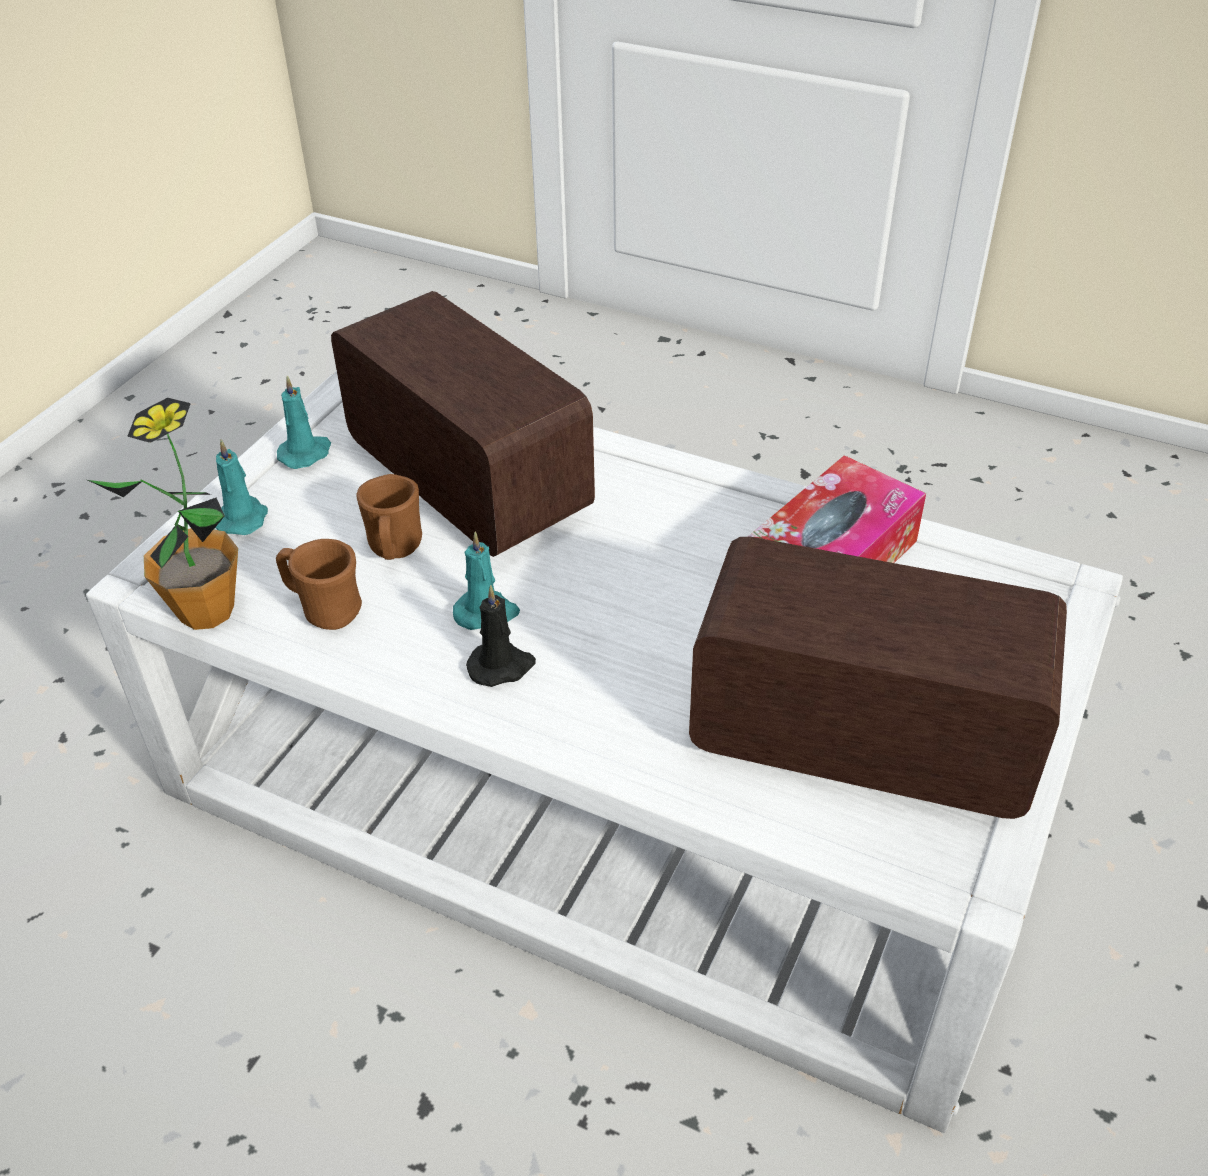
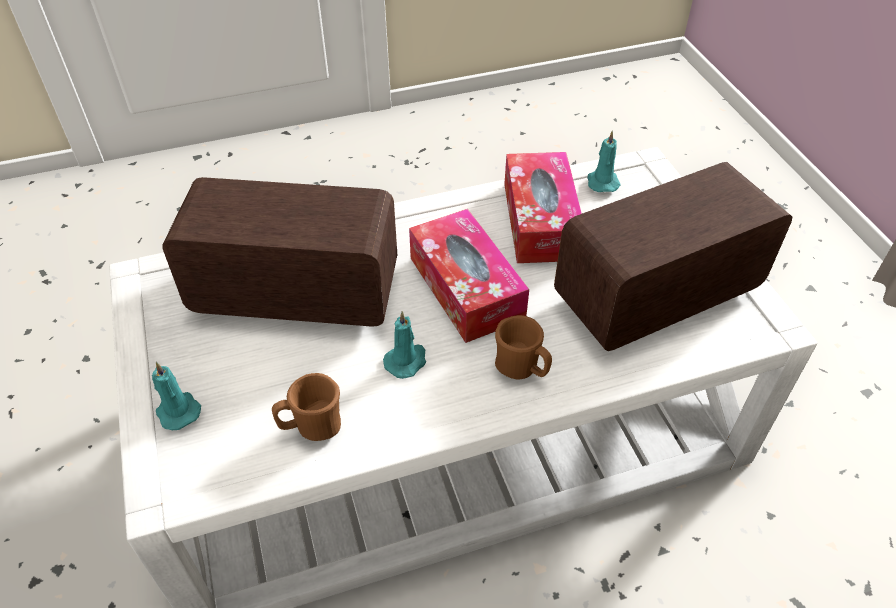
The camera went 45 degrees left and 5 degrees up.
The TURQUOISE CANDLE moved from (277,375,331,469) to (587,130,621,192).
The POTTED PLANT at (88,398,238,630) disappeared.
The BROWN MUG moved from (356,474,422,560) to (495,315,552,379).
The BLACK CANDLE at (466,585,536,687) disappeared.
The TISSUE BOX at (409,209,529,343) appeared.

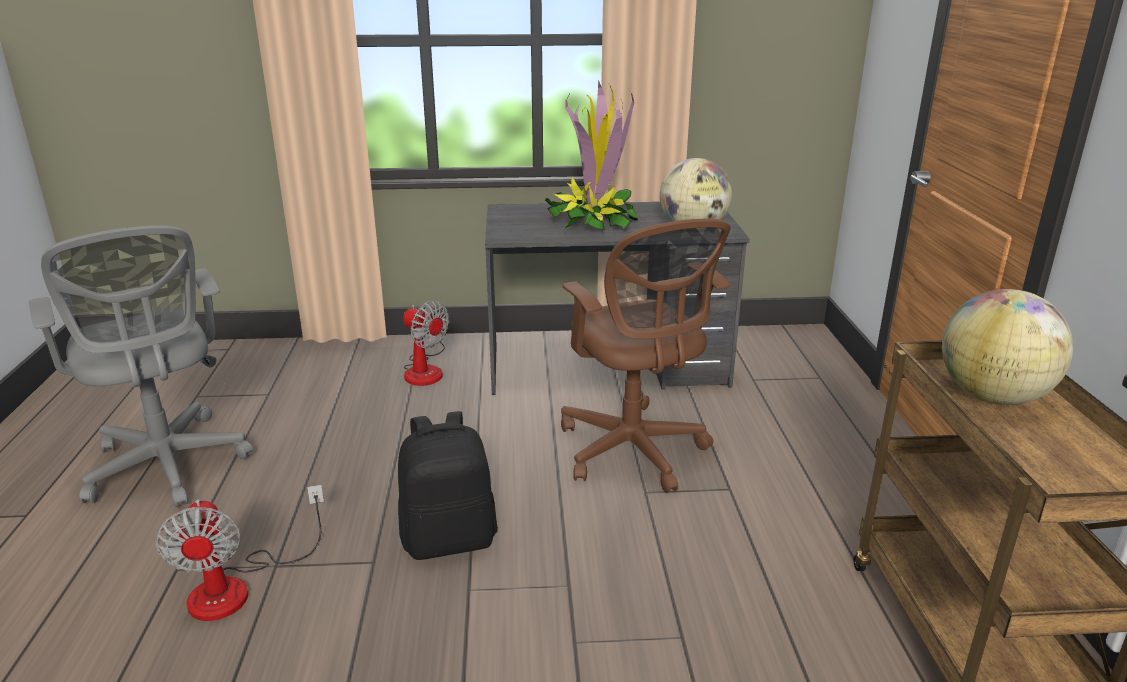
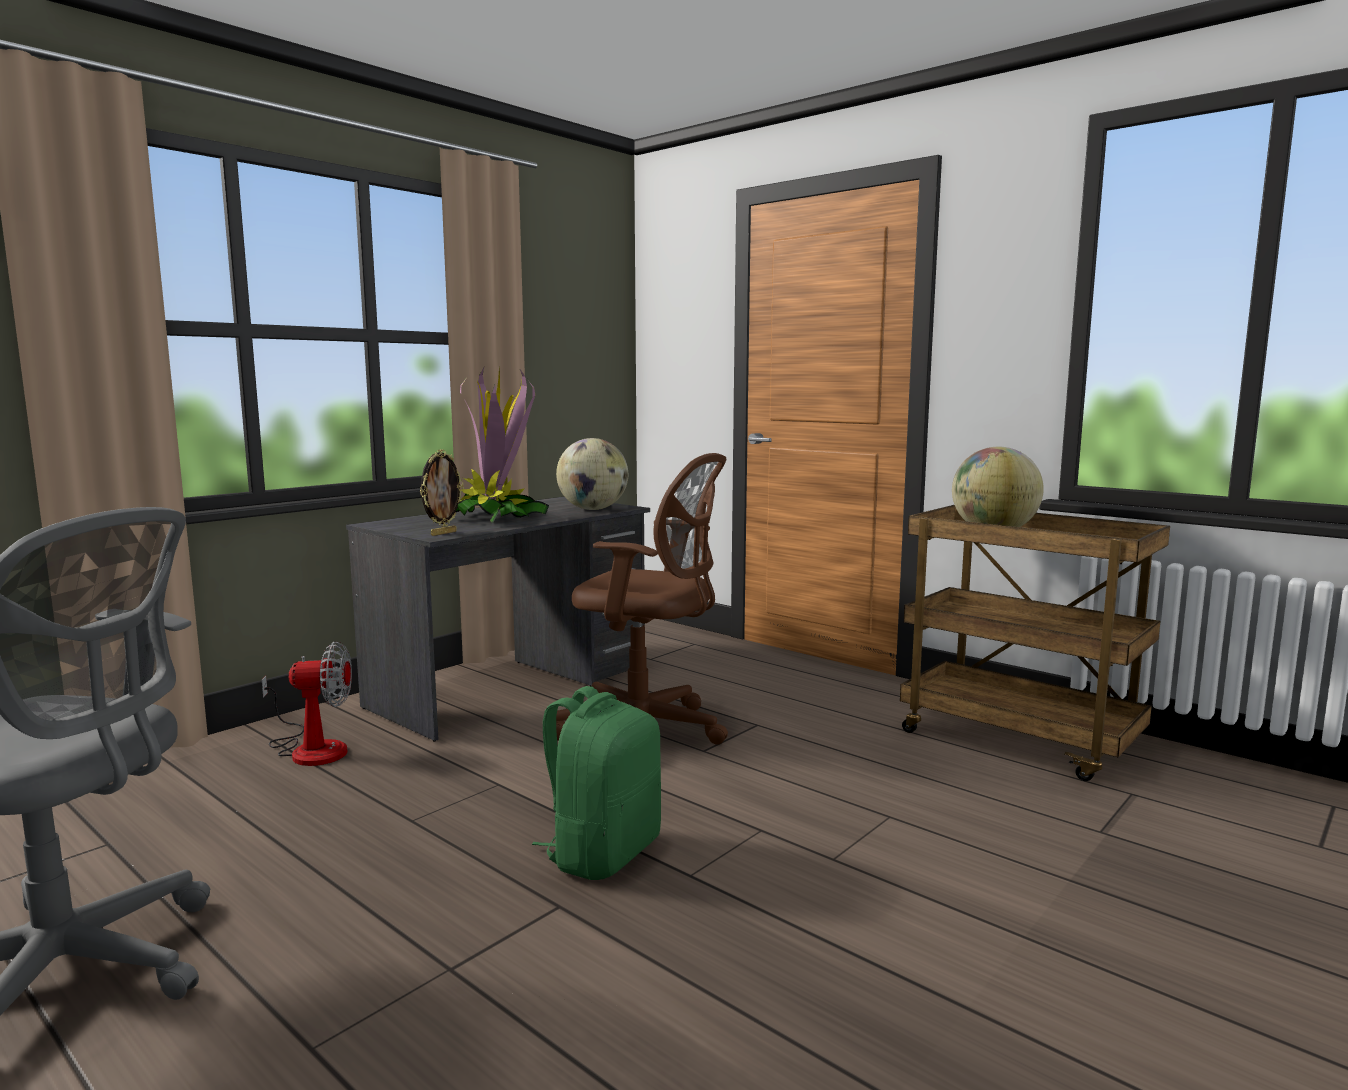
The camera went 45 degrees left and 15 degrees down.
The BLACK BACKPACK at (398,411,498,560) became the GREEN BACKPACK at (532,686,661,880).
The FAN at (156,485,324,621) disappeared.
The PICTURE FRAME at (420,449,464,536) appeared.

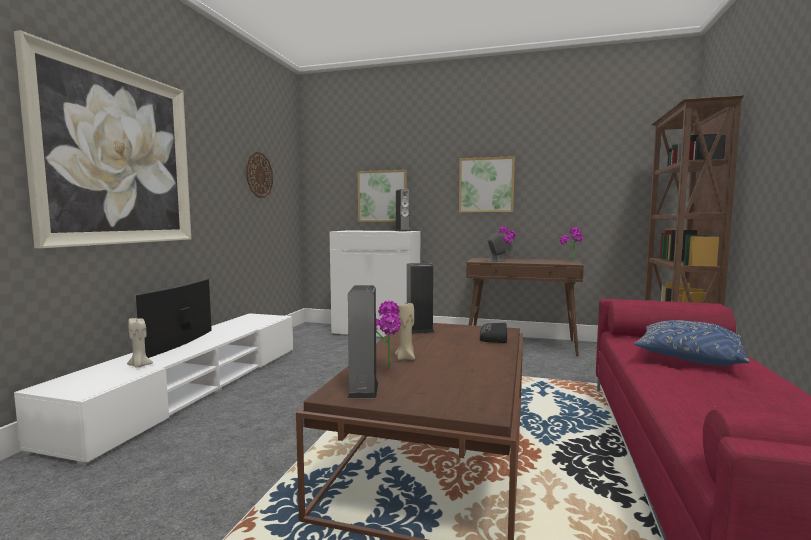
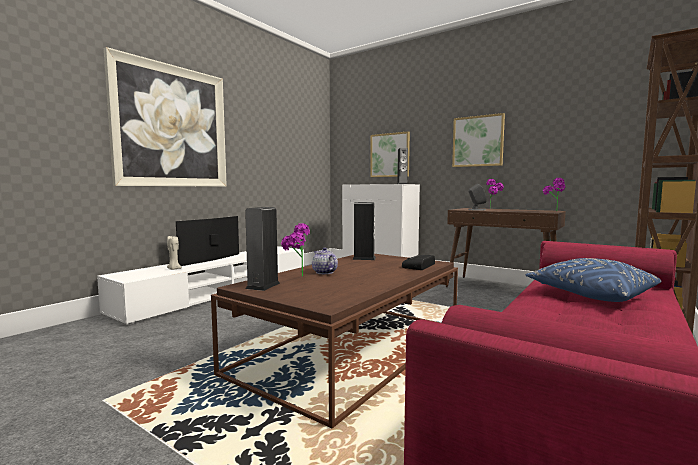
The camera went 20 degrees right and 0 degrees up.
The WALL CLOCK at (246,152,273,198) disappeared.
The BEIGE CANDLE at (395,302,415,360) was replaced by the TEAPOT at (312,247,338,274).

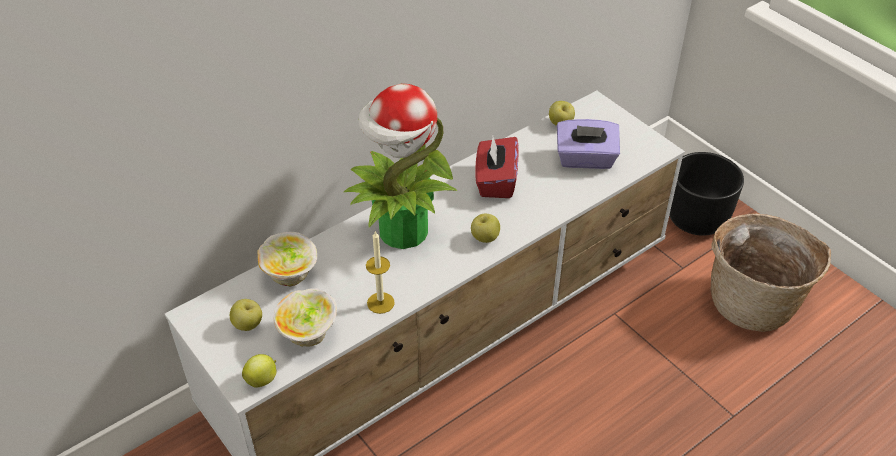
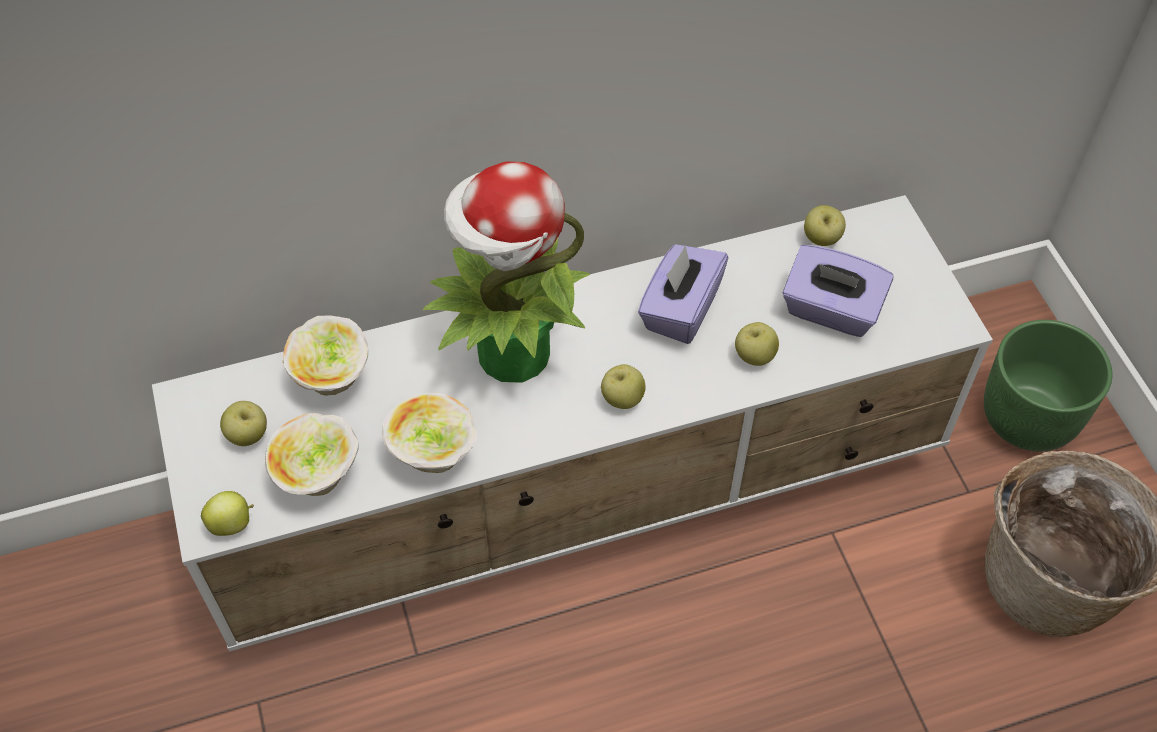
The camera went 20 degrees right and 10 degrees up.
The RED TISSUE BOX at (475,136,518,198) became the PURPLE TISSUE BOX at (638,244,728,344).
The BLACK PLANTER at (669,152,744,236) became the GREEN PLANTER at (984,320,1112,452).
The CANDLE at (366,230,395,314) was replaced by the BOWL at (382,393,477,473).
The APPLE at (735,322,779,366) appeared.

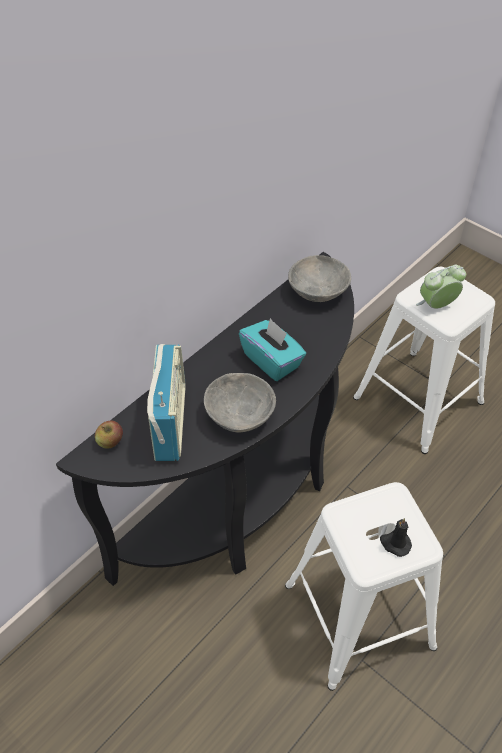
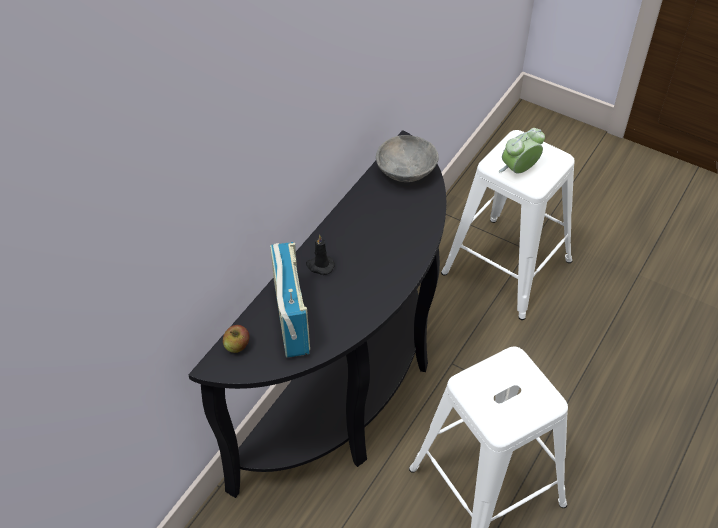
The camera went 10 degrees left and 0 degrees up.
The TURQUOISE TISSUE BOX at (239,318,306,381) disappeared.
The GREY BOWL at (204,373,276,432) disappeared.
The BLACK CANDLE moved from (380,518,412,557) to (306,235,335,275).

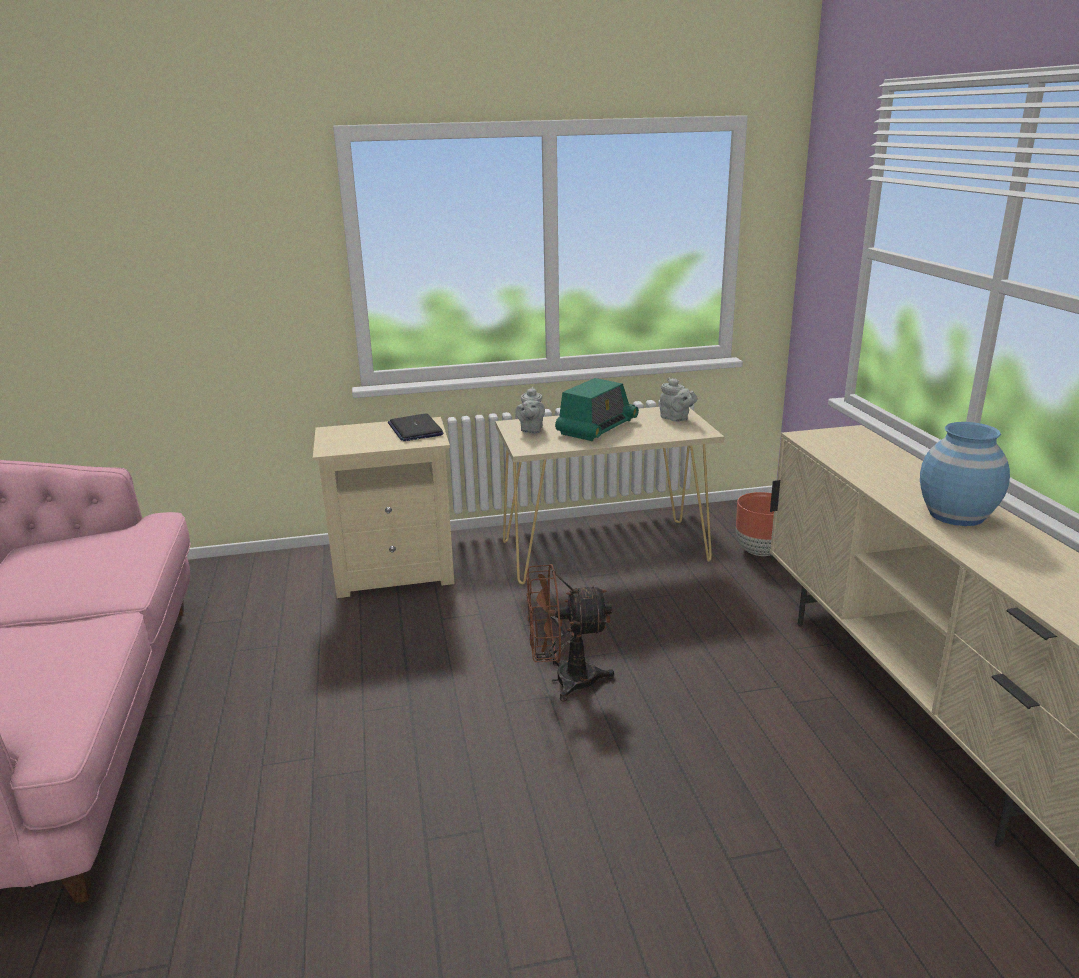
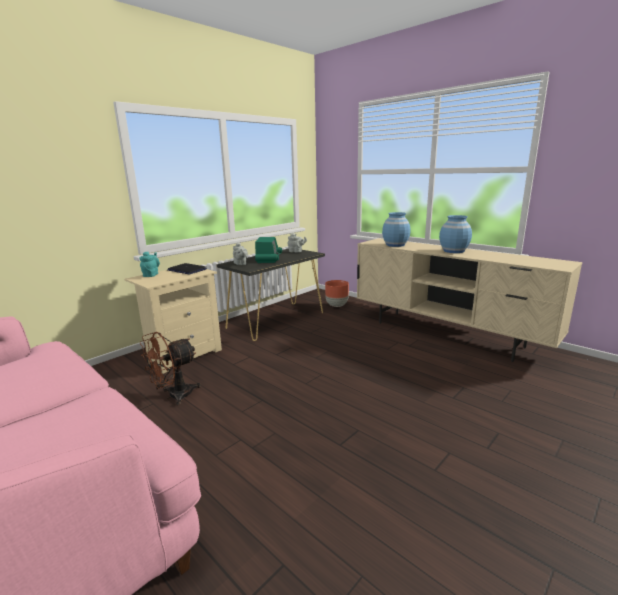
The camera went 35 degrees left and 5 degrees down.
The BEIGE CONSOLE TABLE at (495,407,724,584) became the BLACK CONSOLE TABLE at (216,249,325,341).
The BROWN FAN moved from (526,564,614,701) to (140,332,201,406).
The BLUE VASE at (382,212,411,247) appeared.
The TURQUOISE TEAPOT at (139,252,160,277) appeared.

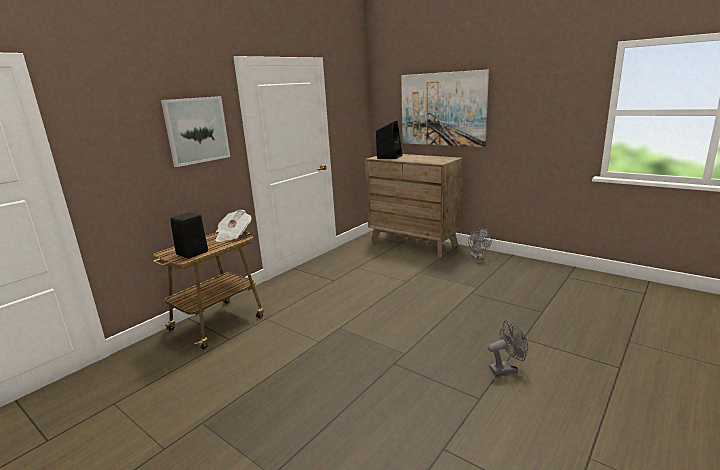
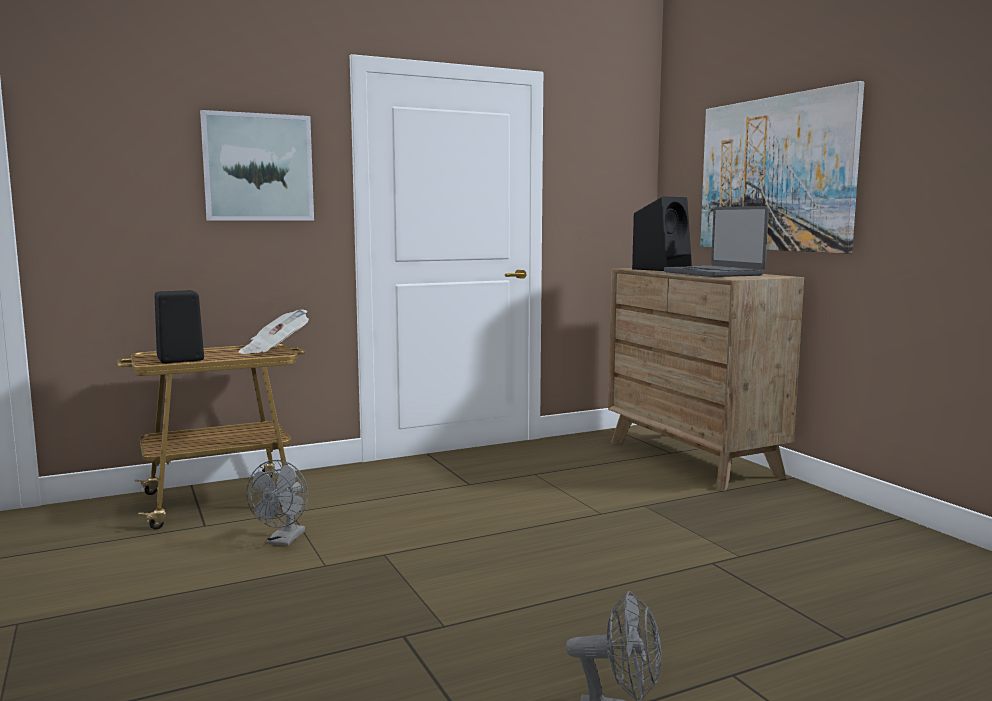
The camera went 25 degrees right and 10 degrees down.
The GREY FAN moved from (468,228,492,260) to (246,460,308,546).
The LAPTOP at (664,206,769,277) appeared.

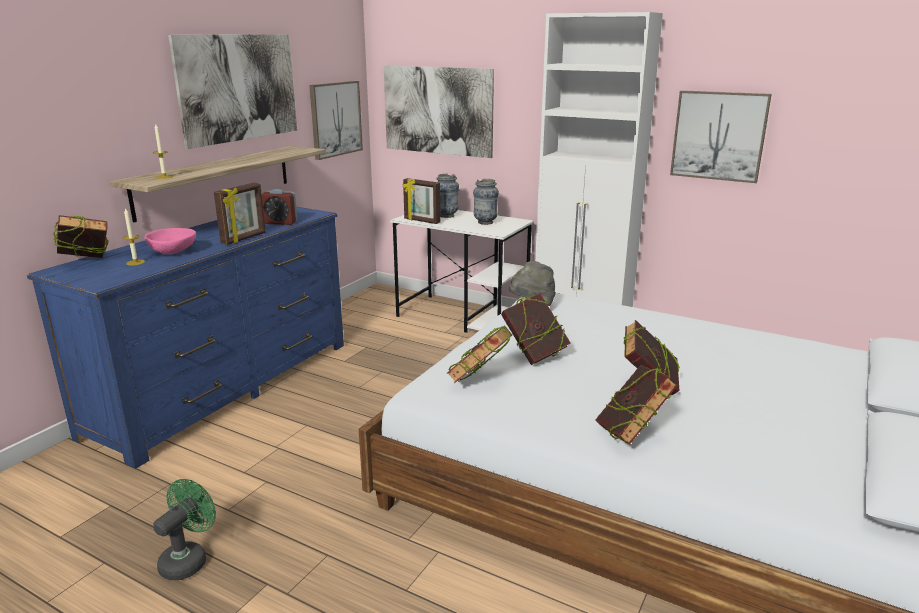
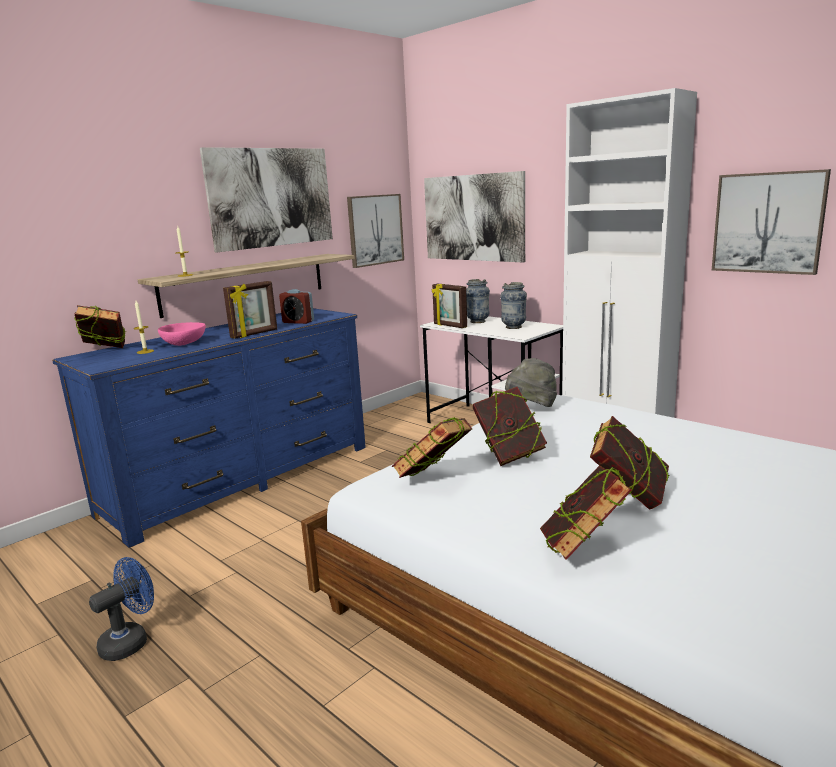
The camera went 15 degrees right and 5 degrees down.
The GREEN FAN at (153,479,216,580) became the BLUE FAN at (89,557,154,661).

